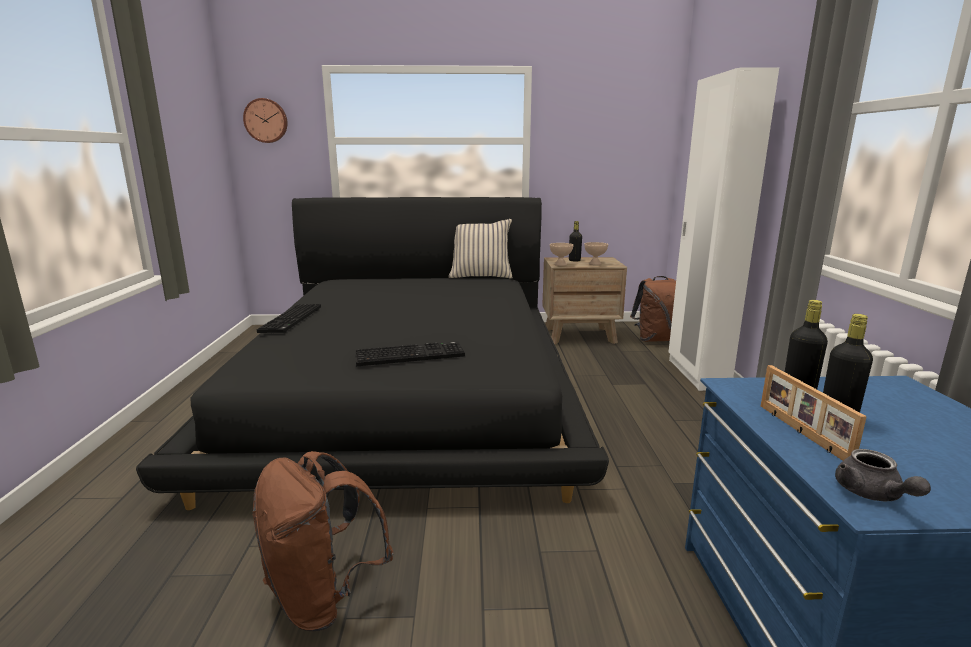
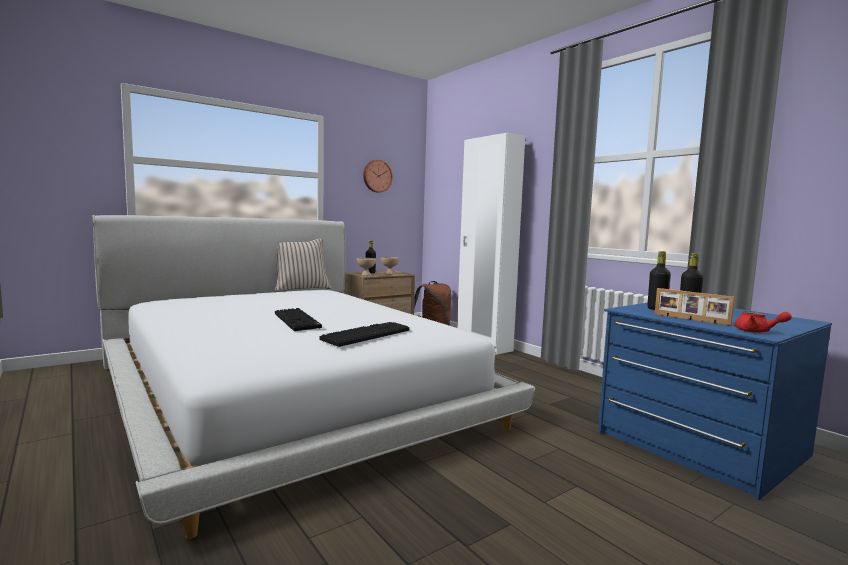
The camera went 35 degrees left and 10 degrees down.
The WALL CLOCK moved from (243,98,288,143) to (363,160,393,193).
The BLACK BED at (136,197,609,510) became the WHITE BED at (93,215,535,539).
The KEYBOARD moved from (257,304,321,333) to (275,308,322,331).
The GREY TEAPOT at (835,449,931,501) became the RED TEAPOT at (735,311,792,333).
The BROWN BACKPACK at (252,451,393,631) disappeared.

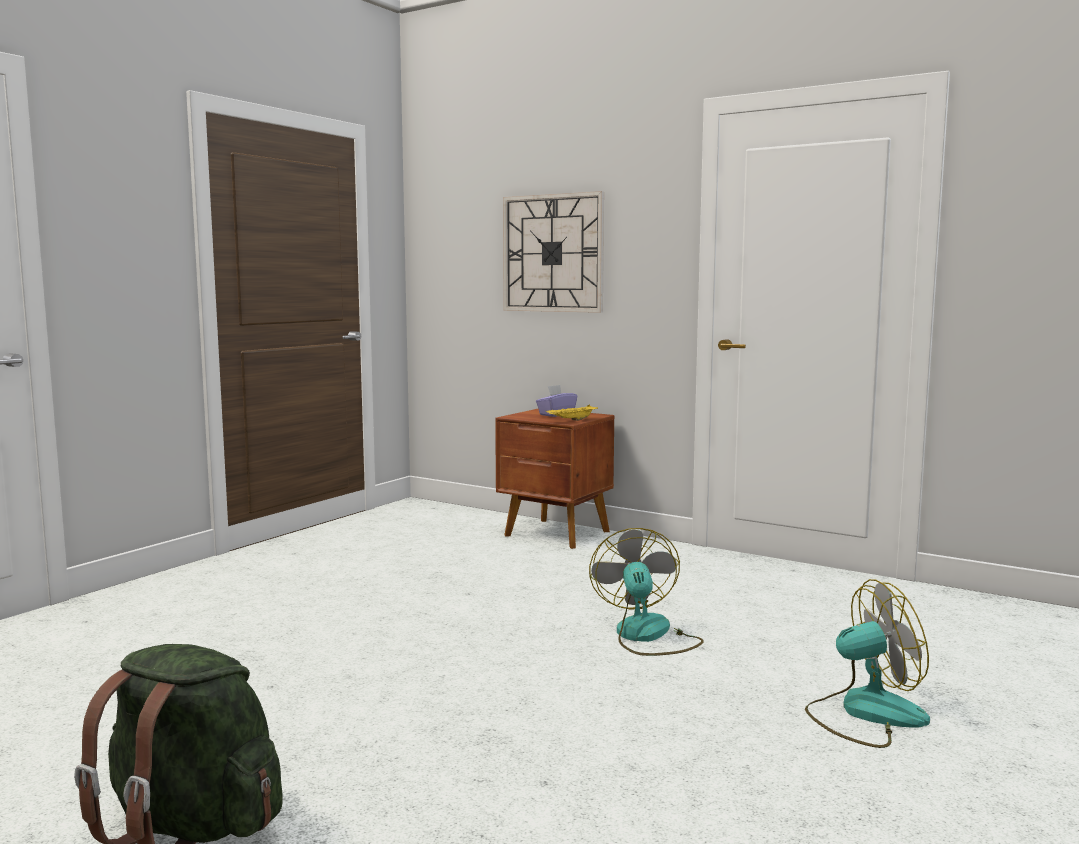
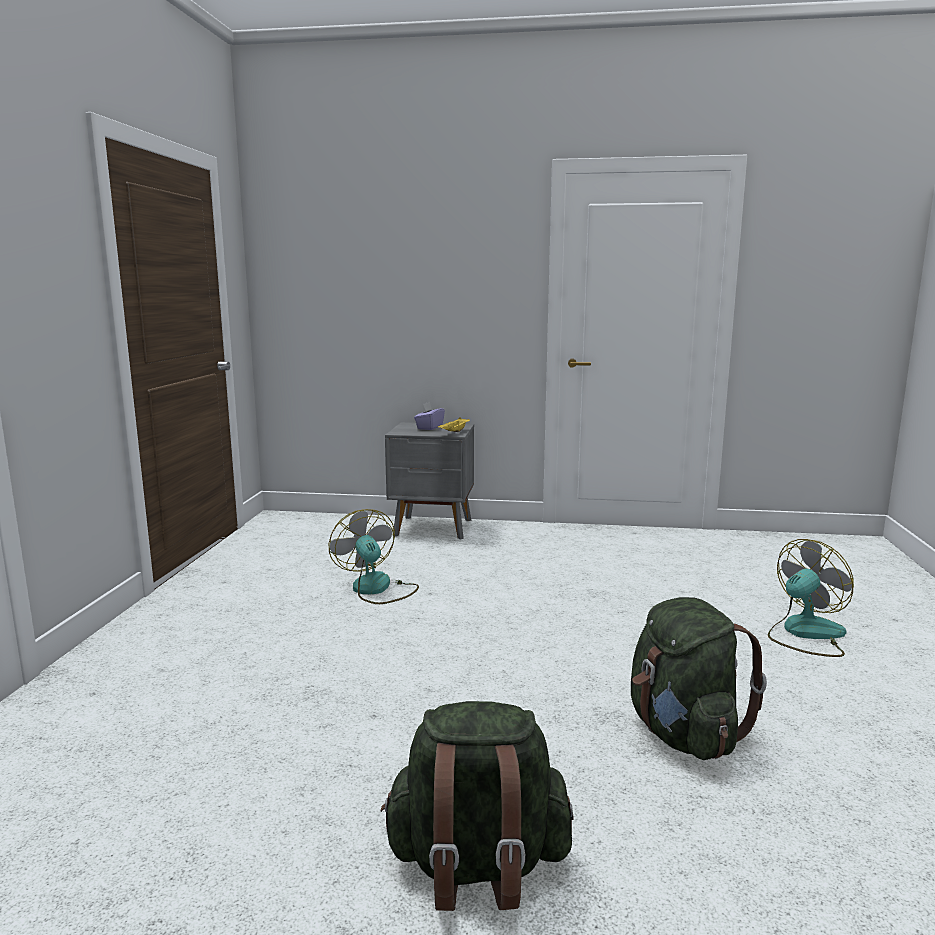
The camera went 25 degrees left and 5 degrees up.
The WALL CLOCK at (503,191,604,313) disappeared.
The BROWN NIGHTSTAND at (495,409,615,549) became the GREY NIGHTSTAND at (385,422,474,540).
The FAN moved from (589,528,704,656) to (329,509,419,604).
The GREEN BACKPACK at (631,597,767,760) appeared.

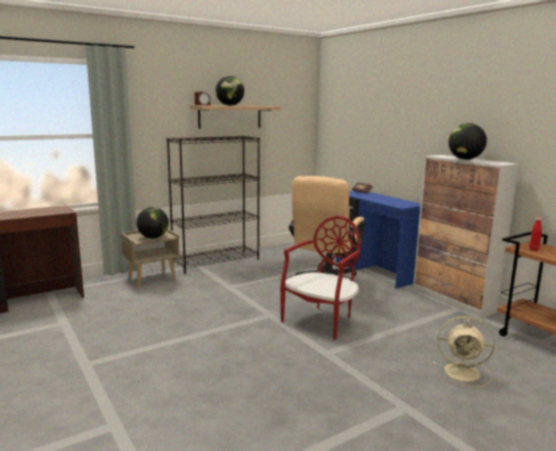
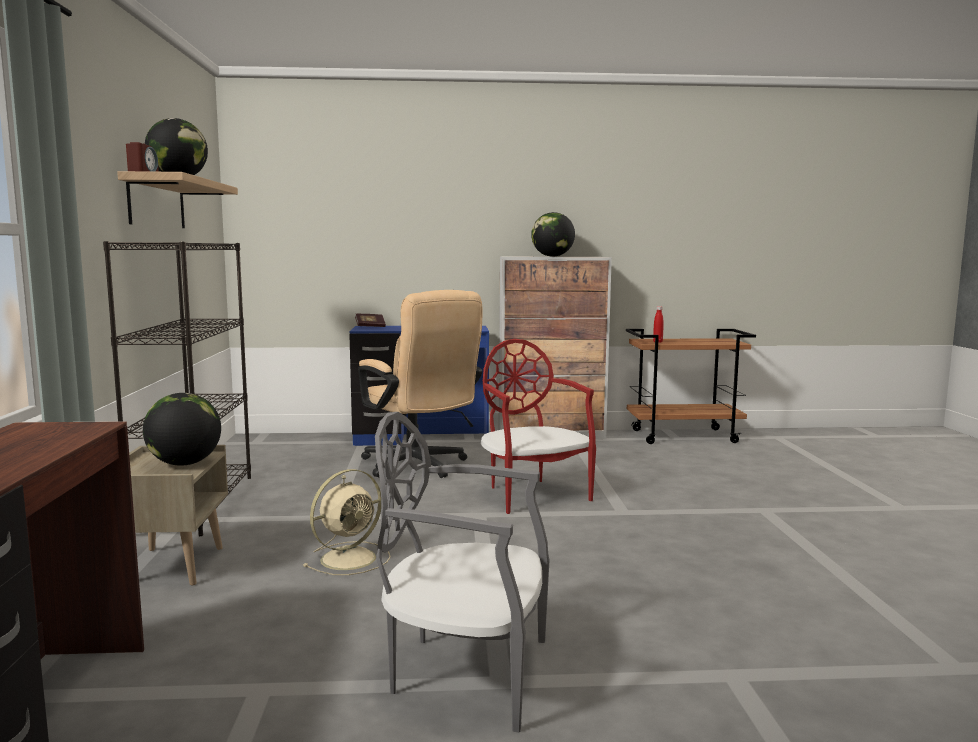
The camera went 60 degrees left and 5 degrees down.
The BEIGE FAN moved from (433,316,495,387) to (303,469,391,575).
The GREY CHAIR at (375,412,550,733) appeared.

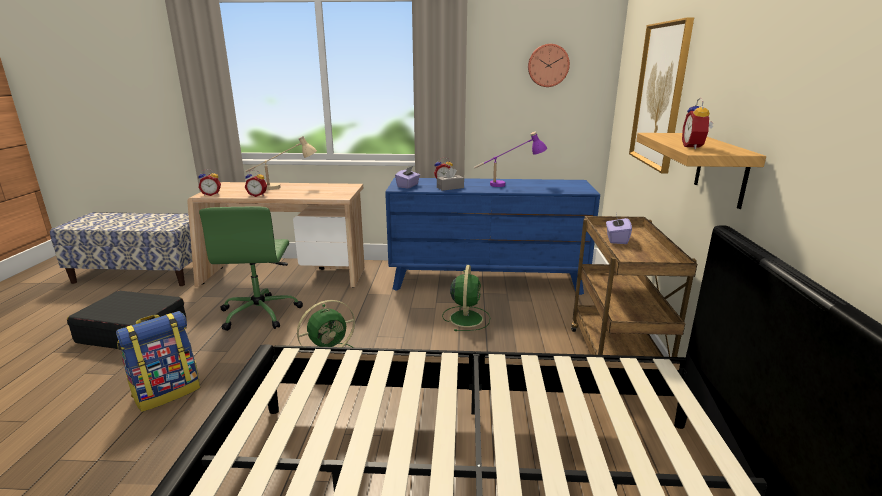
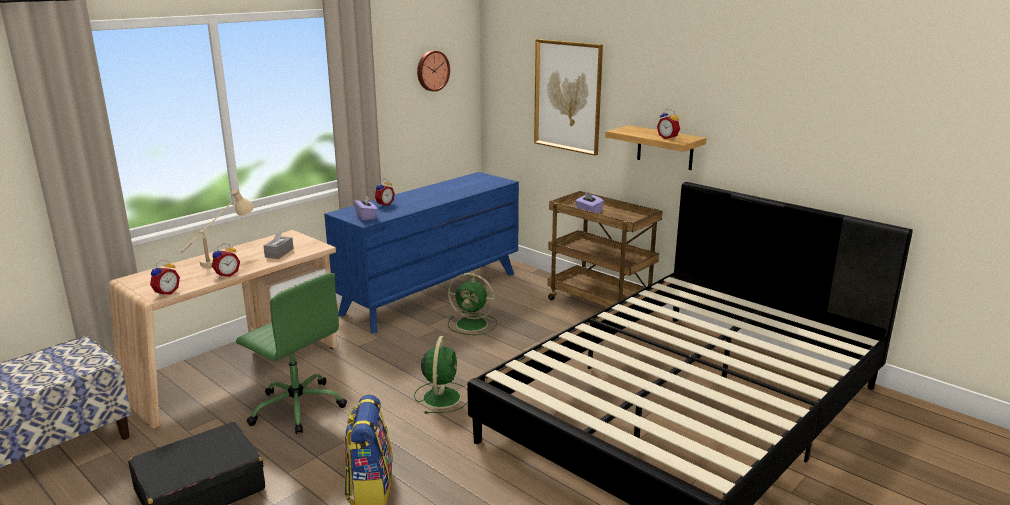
The camera went 50 degrees left and 0 degrees up.
The PURPLE TABLE LAMP at (474,132,547,187) disappeared.
The GREY TISSUE BOX moved from (437,167,464,191) to (263,230,294,259).
The GREEN FAN at (442,265,490,331) turned 150 degrees clockwise.

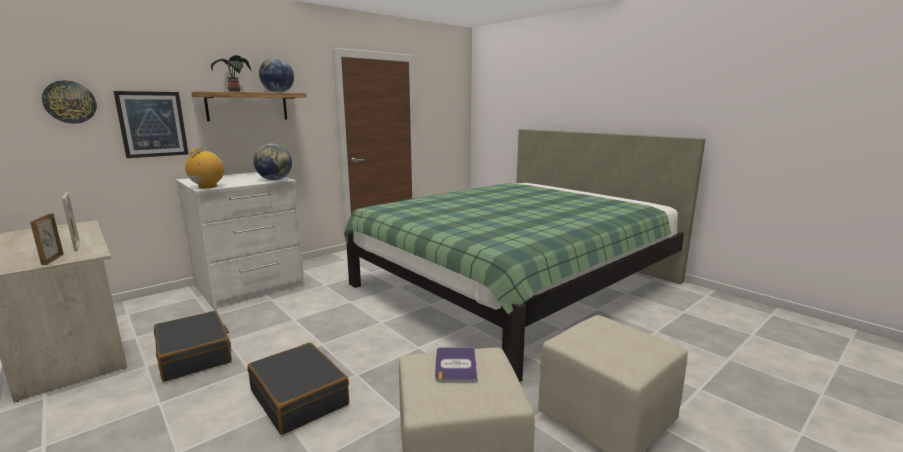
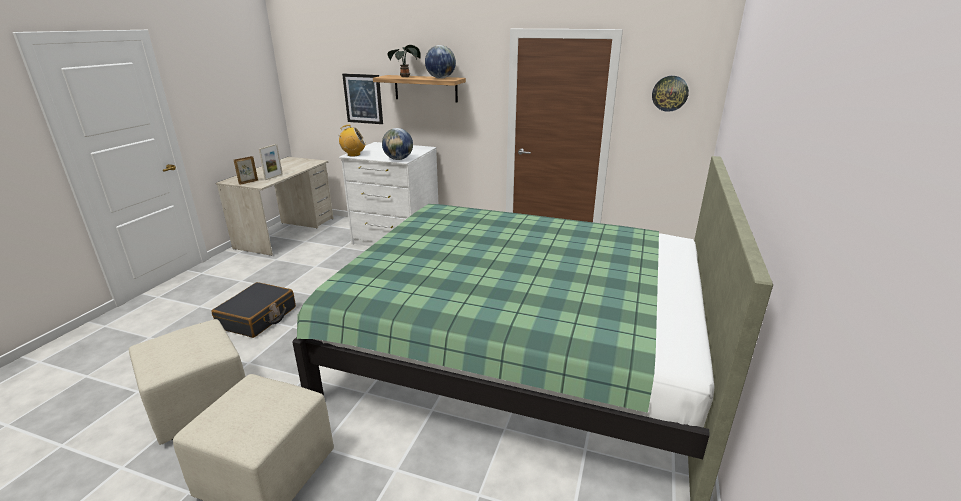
The camera went 60 degrees right and 10 degrees up.
The WALL CLOCK moved from (42,81,97,124) to (652,76,689,112).
The BLACK SUITCASE at (154,311,232,382) disappeared.
The BOOK at (435,347,478,382) disappeared.

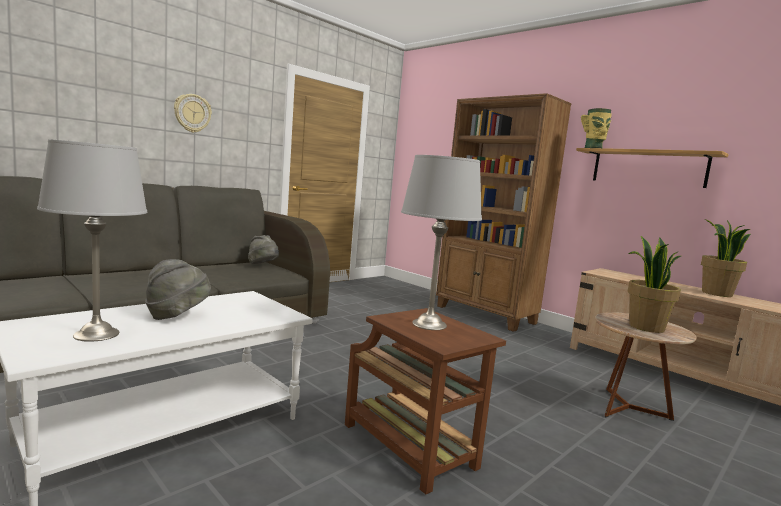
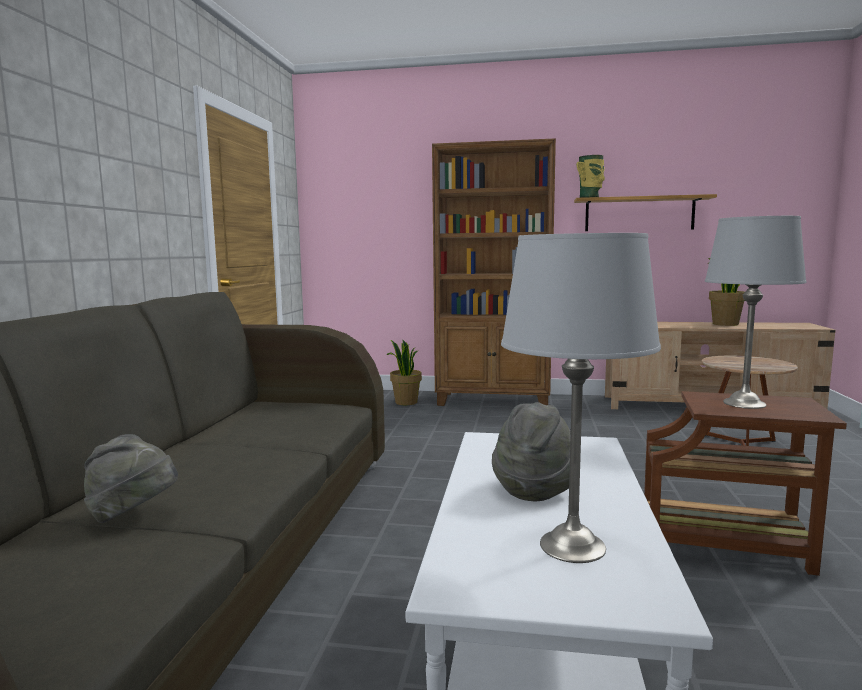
The camera went 35 degrees left and 0 degrees up.
The WALL CLOCK at (174,94,212,133) disappeared.
The GREY HAT moved from (248,235,279,264) to (84,434,178,523).
The POTTED PLANT moved from (628,236,681,333) to (387,340,422,405).

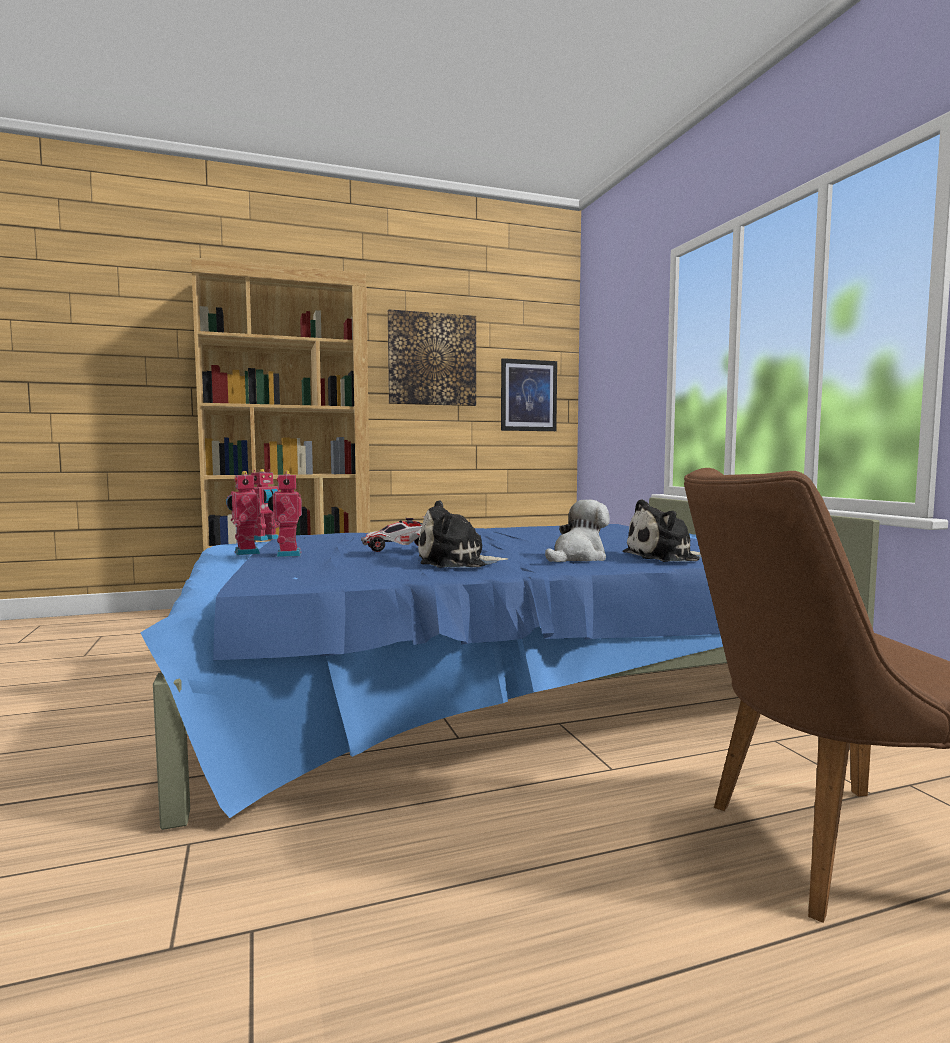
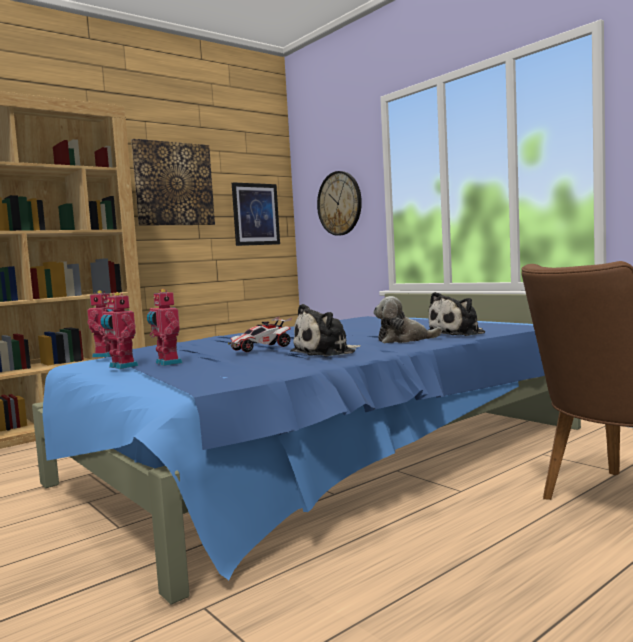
The camera went 20 degrees left and 0 degrees up.
The PLUSH TOY at (545,500,610,562) turned 120 degrees counterclockwise.
The WALL CLOCK at (317,171,362,236) appeared.

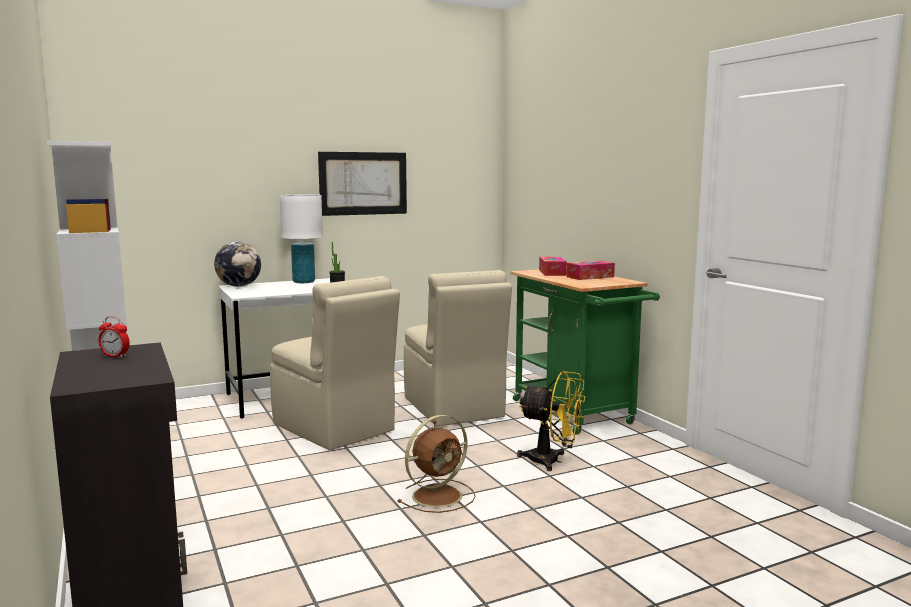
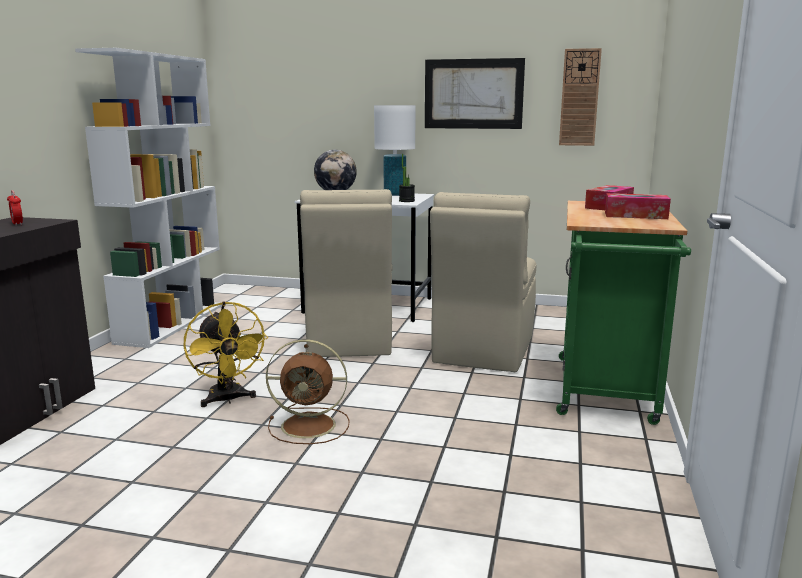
The camera went 40 degrees right and 5 degrees up.
The YELLOW FAN moved from (517,371,585,471) to (184,301,268,407).
The WALL CLOCK at (559,48,602,146) appeared.

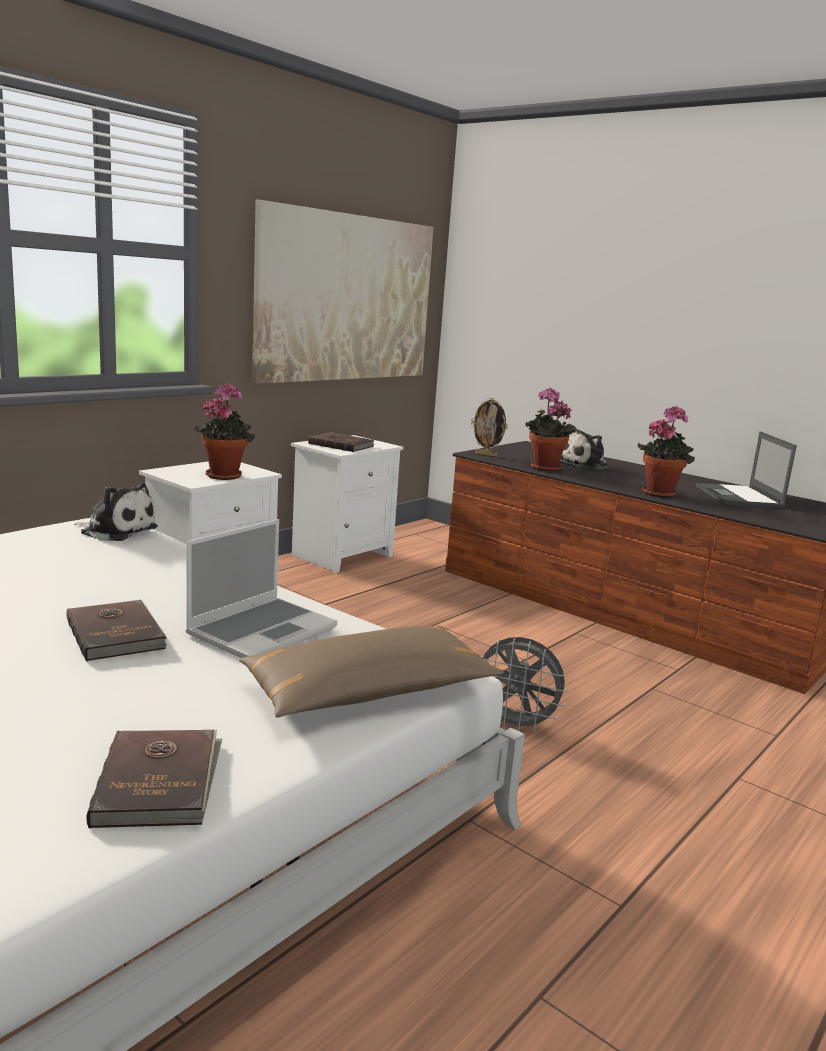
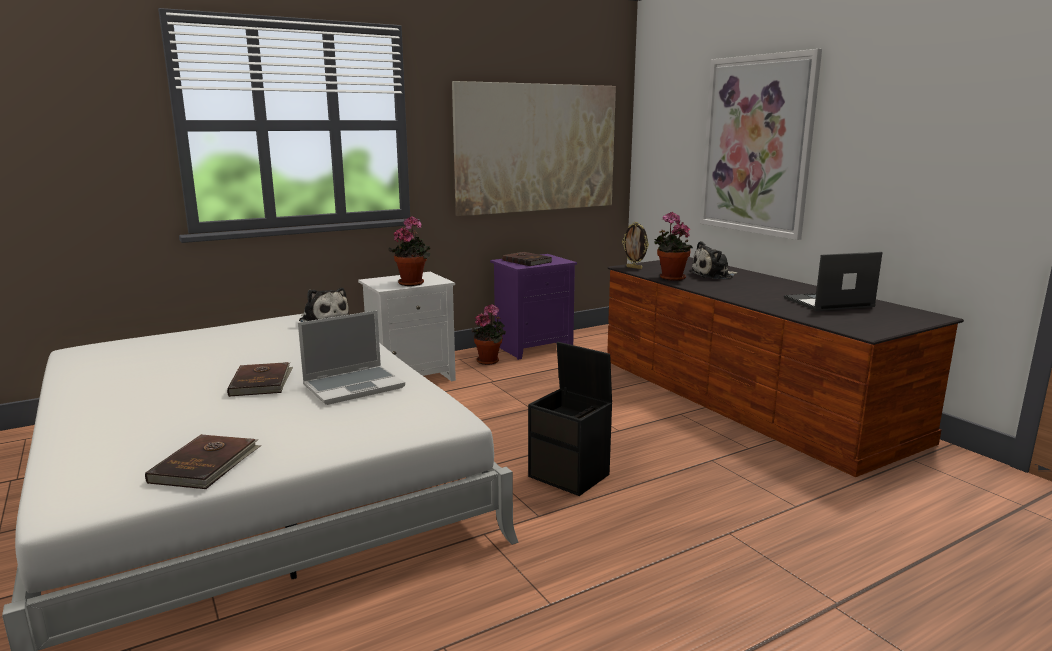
The camera went 20 degrees right and 0 degrees up.
The POTTED PLANT moved from (638,406,695,498) to (472,304,506,365).
The LAPTOP at (695,431,797,508) turned 60 degrees clockwise.
The WHITE NIGHTSTAND at (291,435,403,573) became the PURPLE NIGHTSTAND at (490,254,577,360).
The BROWN PILLOW at (239,626,504,717) disappeared.
The GREY FAN at (483,637,568,732) was replaced by the BLACK STORAGE BOX at (528,342,612,496).
The PICTURE at (700,49,822,240) appeared.

